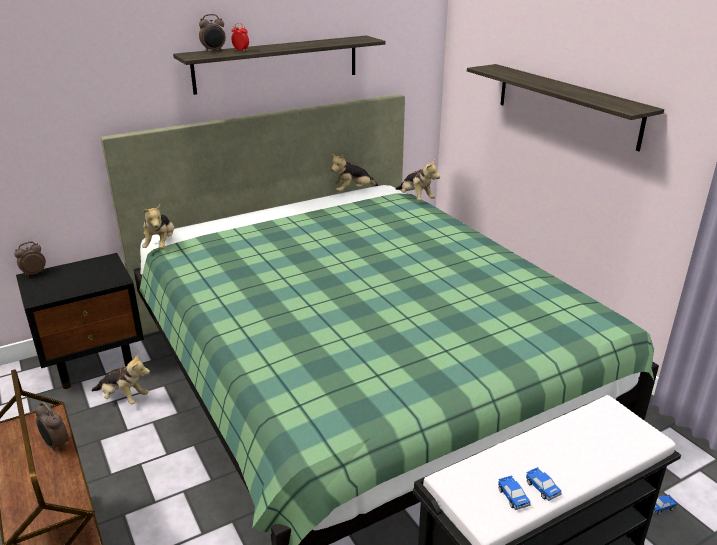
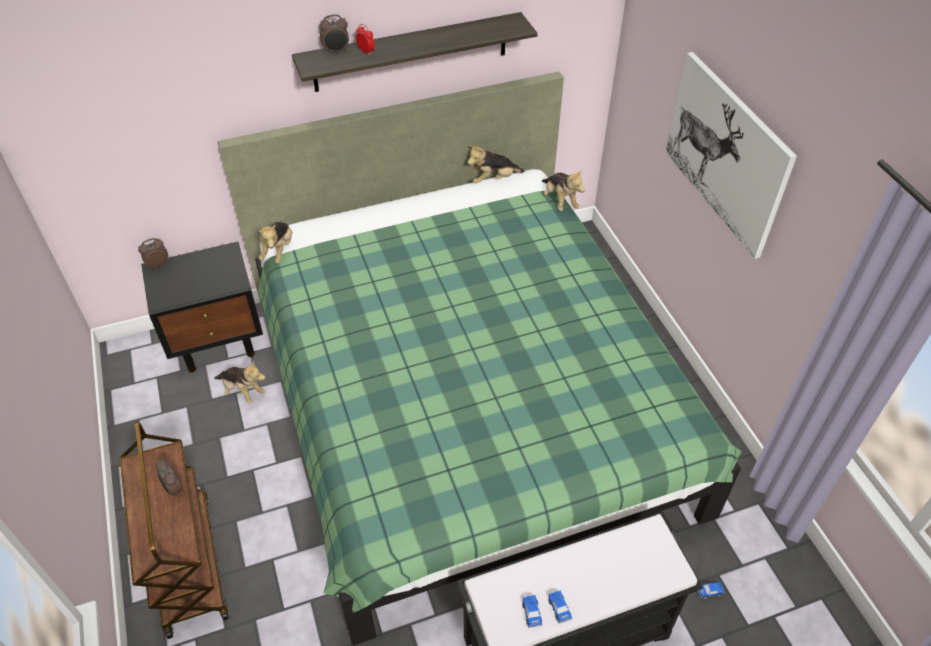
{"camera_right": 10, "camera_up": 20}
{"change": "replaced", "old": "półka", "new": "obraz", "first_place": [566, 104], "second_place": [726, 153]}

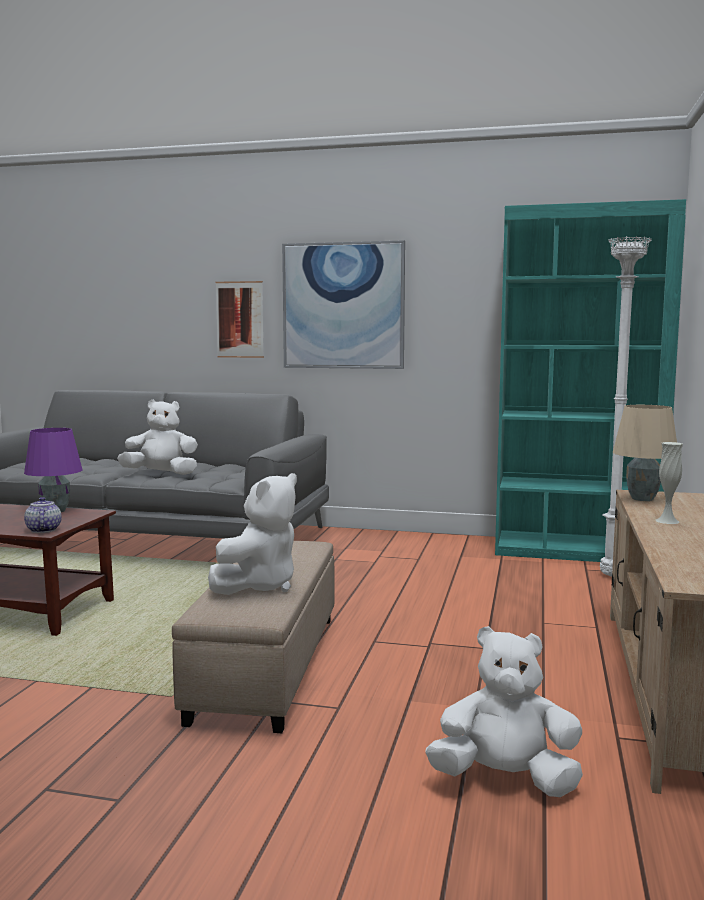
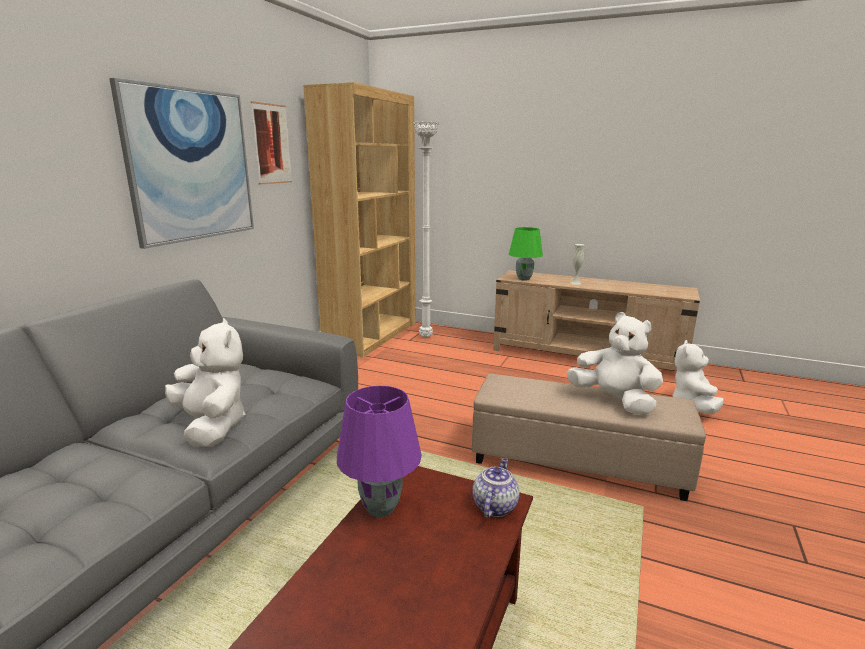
{"camera_right": -80, "camera_up": 10}
{"change": "moved", "old": "obraz", "first_place": [240, 319], "second_place": [272, 144]}
{"change": "recoloured", "old": "regał [turkusowy]", "new": "regał [brązowy]", "first_place": [576, 551], "second_place": [372, 335]}
{"change": "recoloured", "old": "lampa stołowa [beżowy]", "new": "lampa stołowa [zielony]", "first_place": [643, 499], "second_place": [524, 279]}
{"change": "turned", "old": "imbryk", "first_place": [43, 530], "second_place": [494, 506], "degrees": 120}
{"change": "turned", "old": "pluszak [biały]", "first_place": [161, 474], "second_place": [212, 426], "degrees": 135}

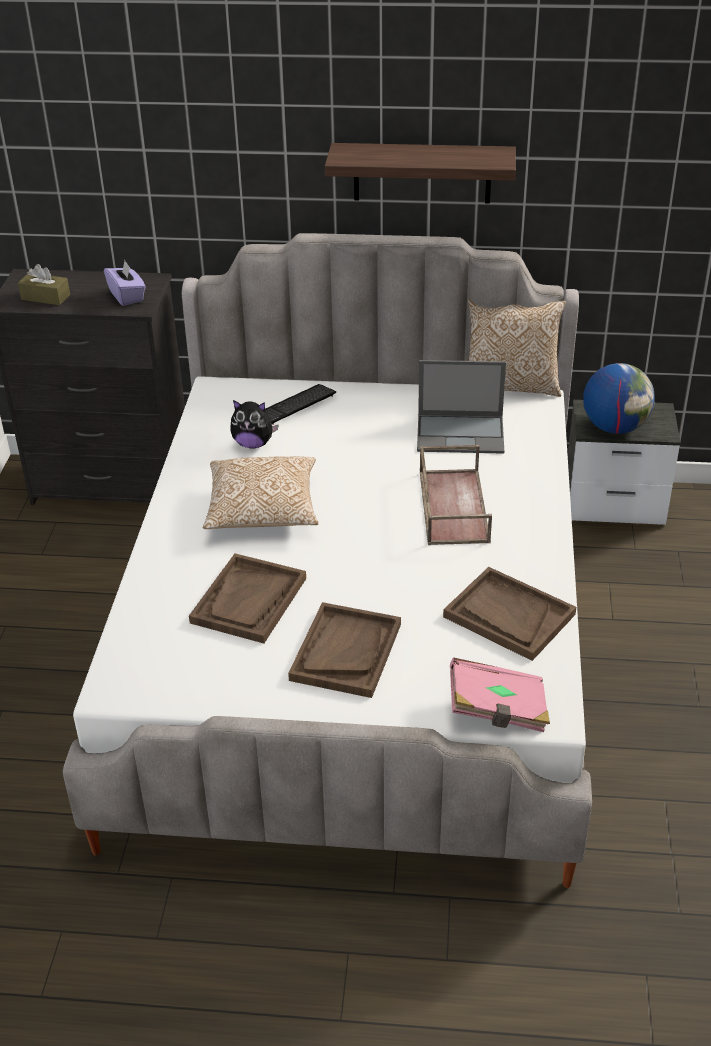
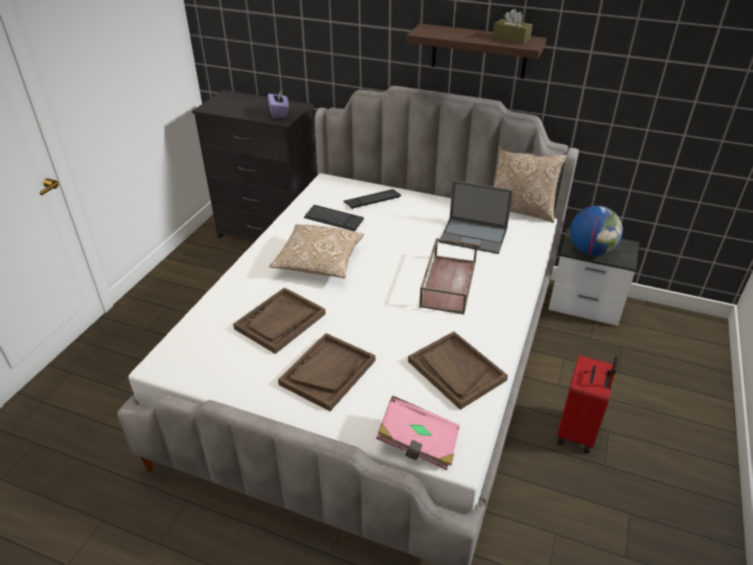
{"camera_right": 15, "camera_up": 0}
{"change": "added", "new": "walizka [czerwony]", "second_place": [578, 432]}
{"change": "moved", "old": "pudełko chusteczek [brązowy]", "first_place": [45, 297], "second_place": [511, 38]}
{"change": "replaced", "old": "pluszak", "new": "klawiatura", "first_place": [253, 444], "second_place": [334, 219]}

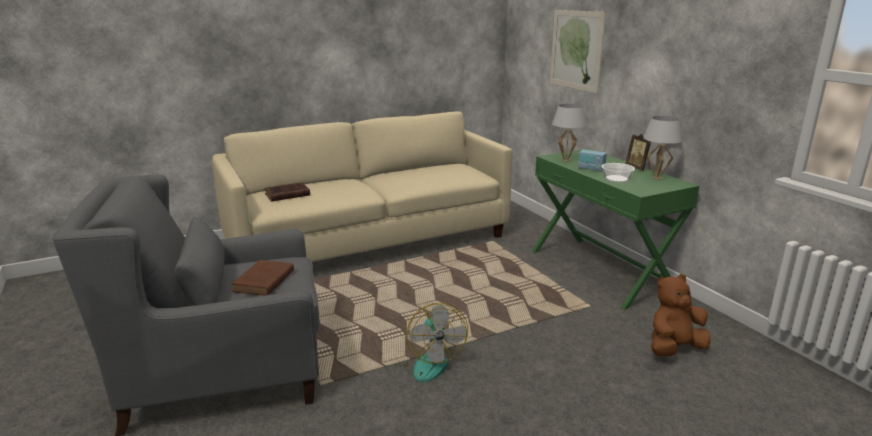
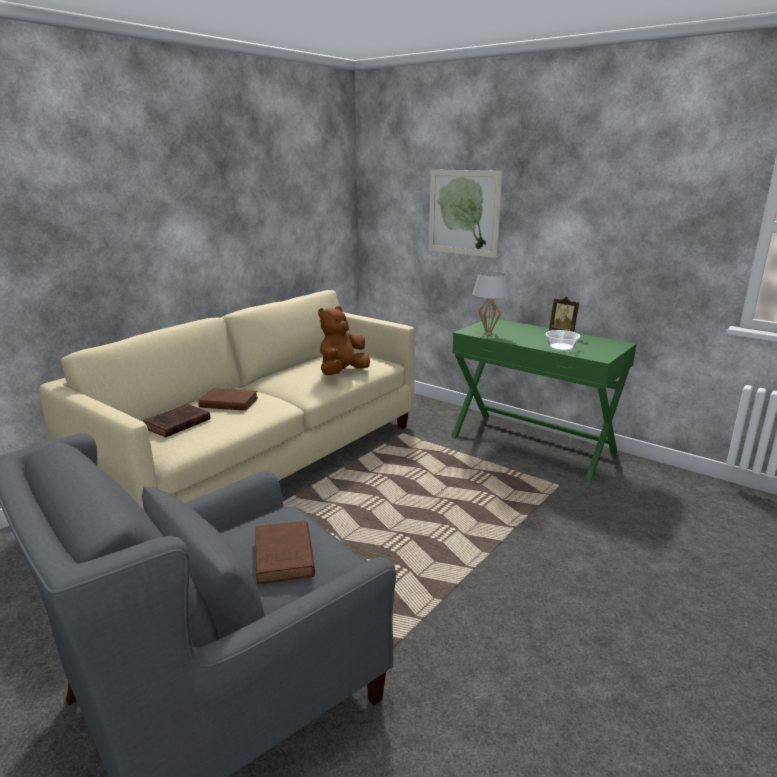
{"camera_right": -25, "camera_up": 0}
{"change": "removed", "old": "wentylator", "first_place": [427, 362]}
{"change": "removed", "old": "radio", "first_place": [591, 169]}
{"change": "removed", "old": "lampa stołowa [biały]", "first_place": [656, 178]}
{"change": "added", "new": "książka [brązowy]", "second_place": [227, 403]}
{"change": "moved", "old": "pluszak [brązowy]", "first_place": [674, 348], "second_place": [342, 373]}

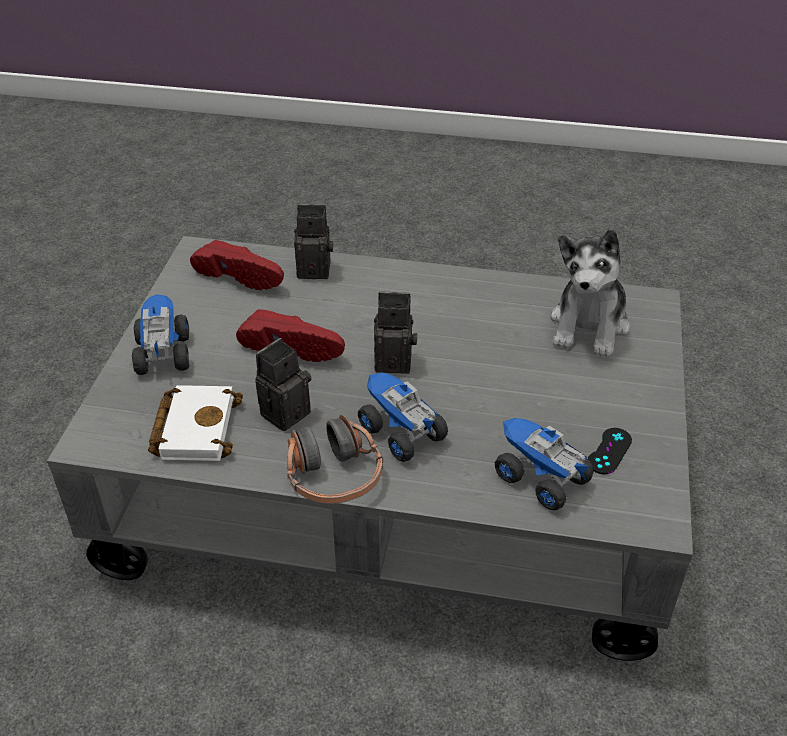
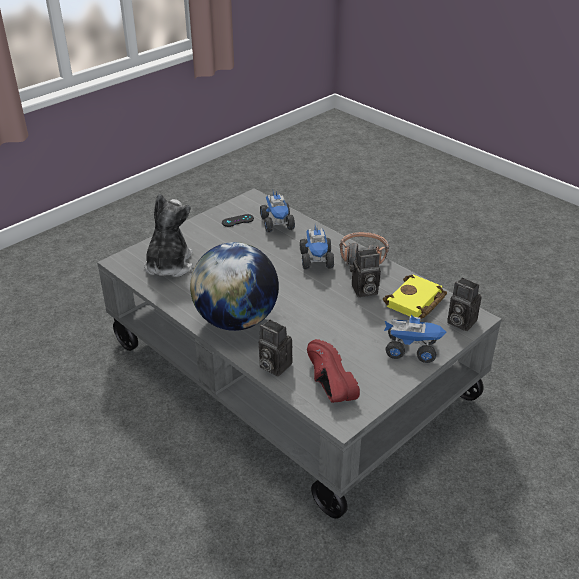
{"camera_right": -145, "camera_up": -5}
{"change": "removed", "old": "but [czerwony]", "first_place": [294, 346]}
{"change": "added", "new": "globus", "second_place": [236, 320]}
{"change": "moved", "old": "aparat fotograficzny", "first_place": [395, 360], "second_place": [459, 322]}
{"change": "recoloured", "old": "książka [biały]", "new": "książka [żółty]", "first_place": [194, 427], "second_place": [415, 302]}
{"change": "turned", "old": "ciężarówka zabawkowa", "first_place": [162, 353], "second_place": [412, 350], "degrees": -105}
{"change": "turned", "old": "pluszak", "first_place": [589, 326], "second_place": [169, 265], "degrees": -45}

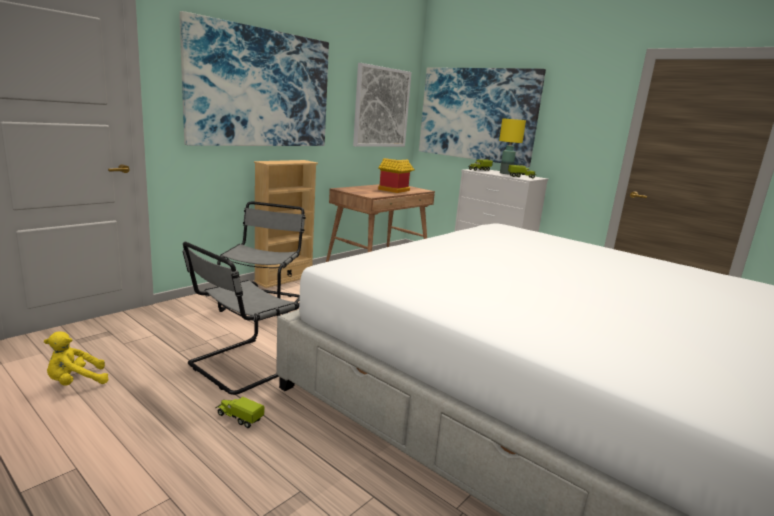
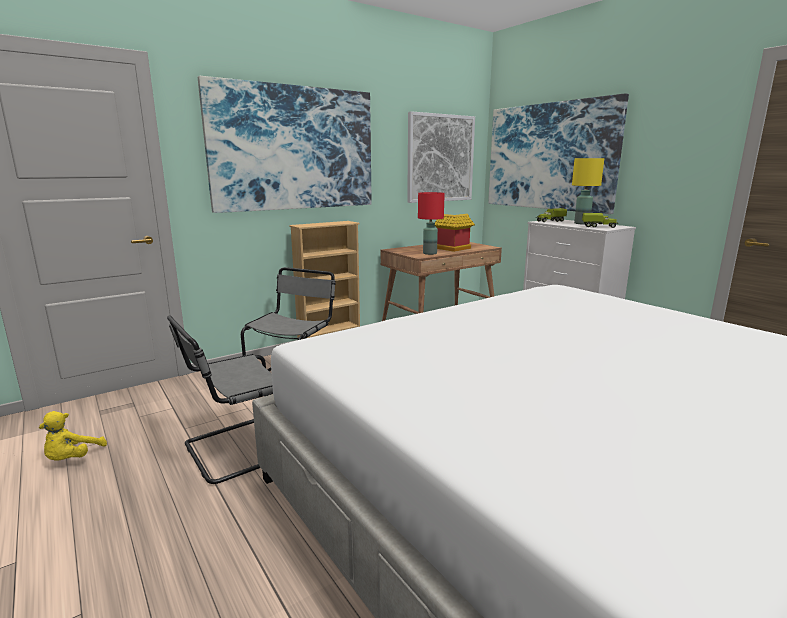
{"camera_right": 15, "camera_up": 0}
{"change": "removed", "old": "ciężarówka zabawkowa", "first_place": [239, 418]}
{"change": "added", "new": "lampa stołowa [czerwony]", "second_place": [429, 253]}
{"change": "turned", "old": "pluszak [żółty]", "first_place": [75, 382], "second_place": [72, 458], "degrees": -60}

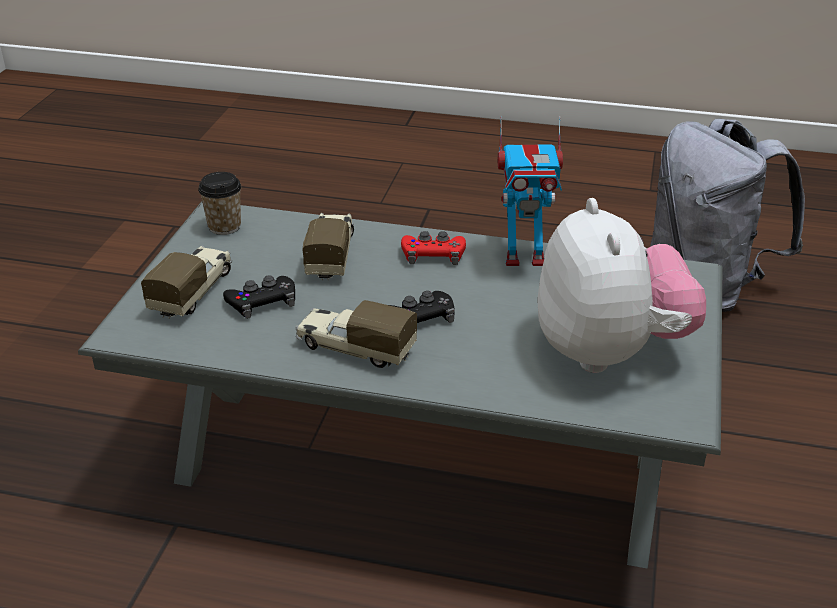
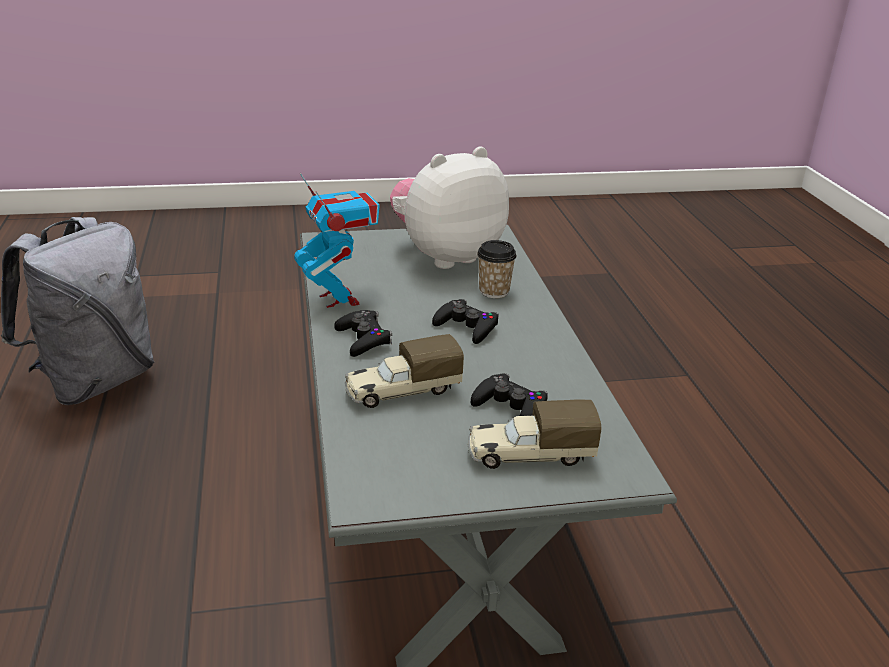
{"camera_right": -115, "camera_up": -5}
{"change": "removed", "old": "ciężarówka zabawkowa", "first_place": [354, 348]}
{"change": "moved", "old": "filiżanka", "first_place": [224, 226], "second_place": [494, 291]}
{"change": "recoloured", "old": "pad do gier [czerwony]", "new": "pad do gier [czarny]", "first_place": [433, 254], "second_place": [363, 339]}

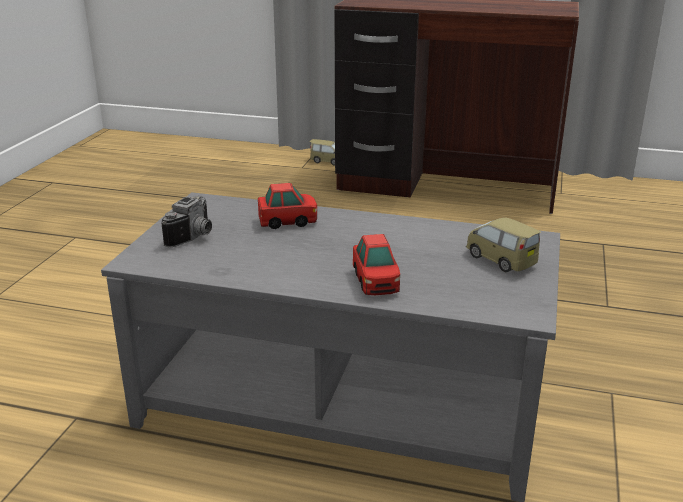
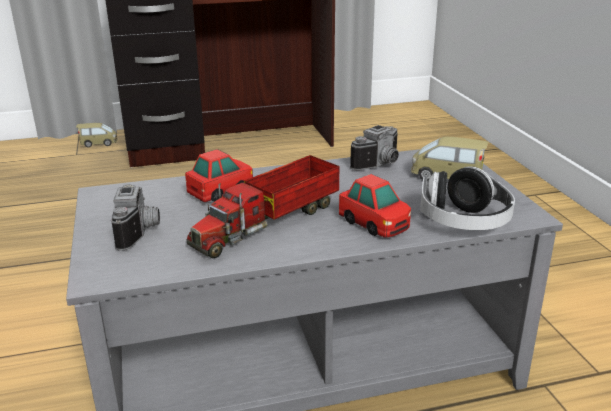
{"camera_right": -30, "camera_up": 0}
{"change": "added", "new": "ciężarówka zabawkowa", "second_place": [270, 222]}
{"change": "added", "new": "aparat fotograficzny", "second_place": [381, 164]}
{"change": "added", "new": "słuchawki", "second_place": [463, 222]}

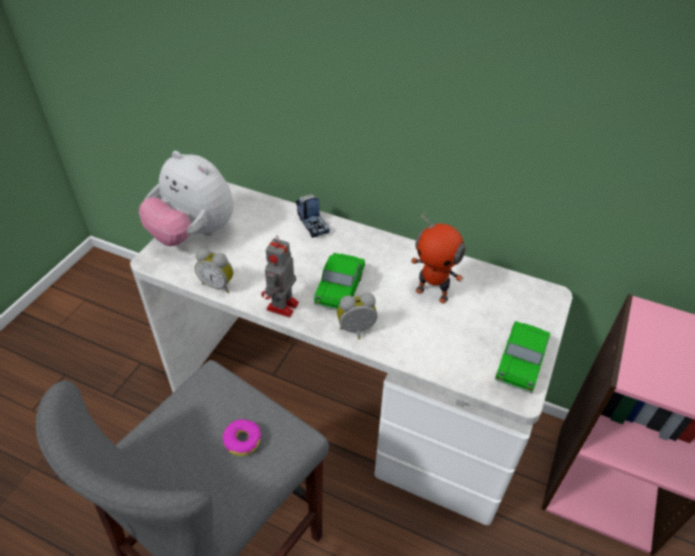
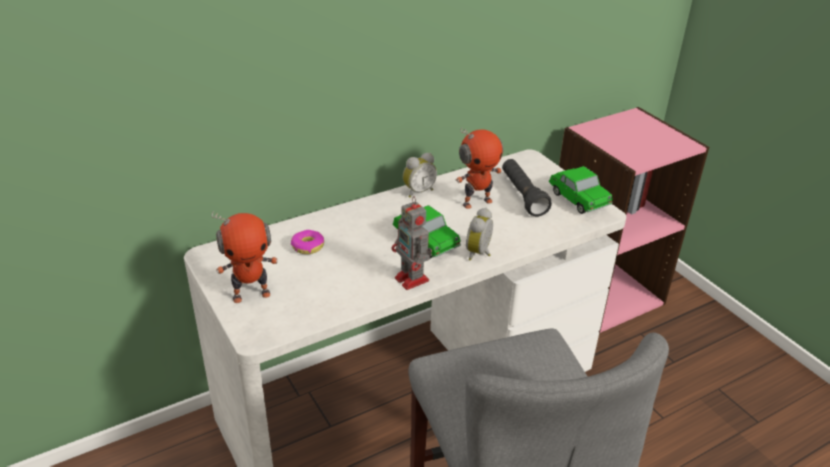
{"camera_right": -55, "camera_up": -10}
{"change": "removed", "old": "ciężarówka zabawkowa", "first_place": [313, 224]}
{"change": "added", "new": "latarka [czarny]", "second_place": [522, 196]}
{"change": "moved", "old": "budzik", "first_place": [218, 284], "second_place": [418, 191]}
{"change": "moved", "old": "donut", "first_place": [242, 440], "second_place": [307, 246]}
{"change": "replaced", "old": "pluszak", "new": "robot zabawkowy", "first_place": [193, 234], "second_place": [251, 294]}

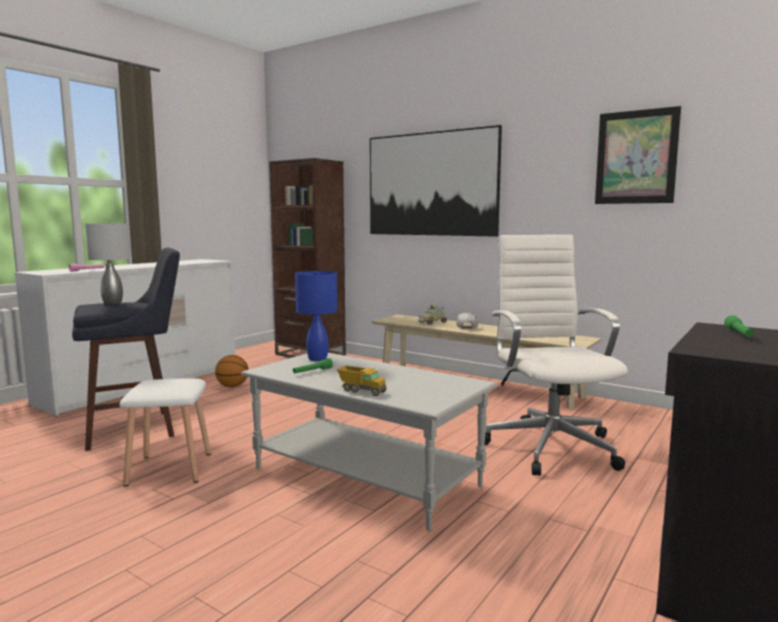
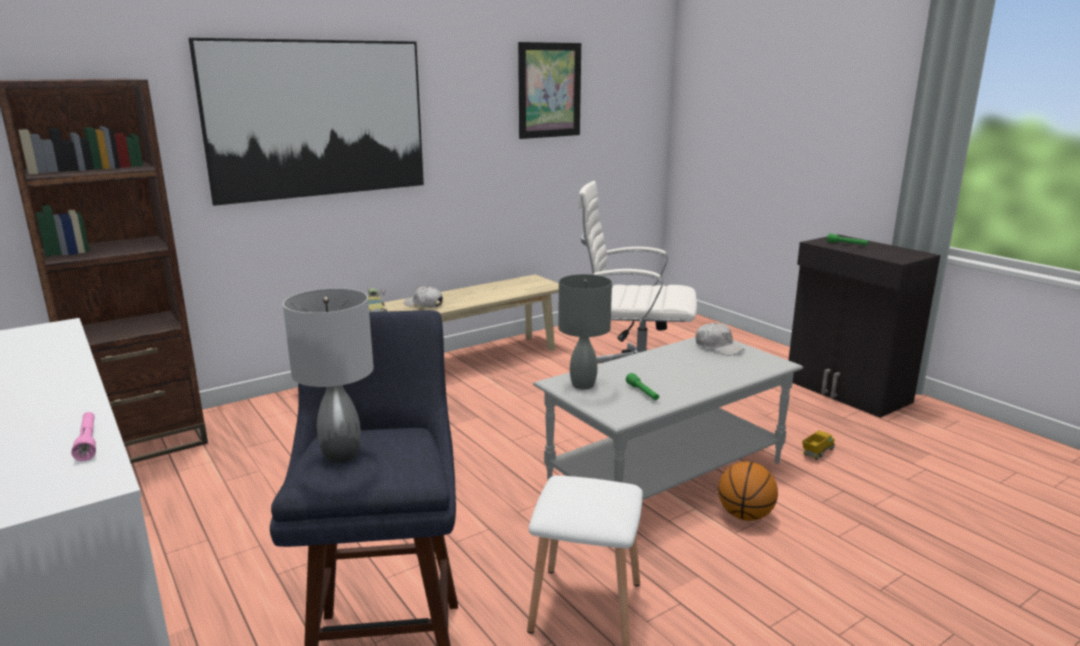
{"camera_right": -70, "camera_up": 10}
{"change": "added", "new": "czapka z daszkiem [biały]", "second_place": [718, 347]}
{"change": "moved", "old": "piłka do koszykówki", "first_place": [232, 386], "second_place": [744, 515]}
{"change": "moved", "old": "ciężarówka zabawkowa", "first_place": [361, 391], "second_place": [817, 453]}
{"change": "recoloured", "old": "lampa stołowa [niebieski]", "new": "lampa stołowa [szary]", "first_place": [317, 358], "second_place": [582, 385]}

